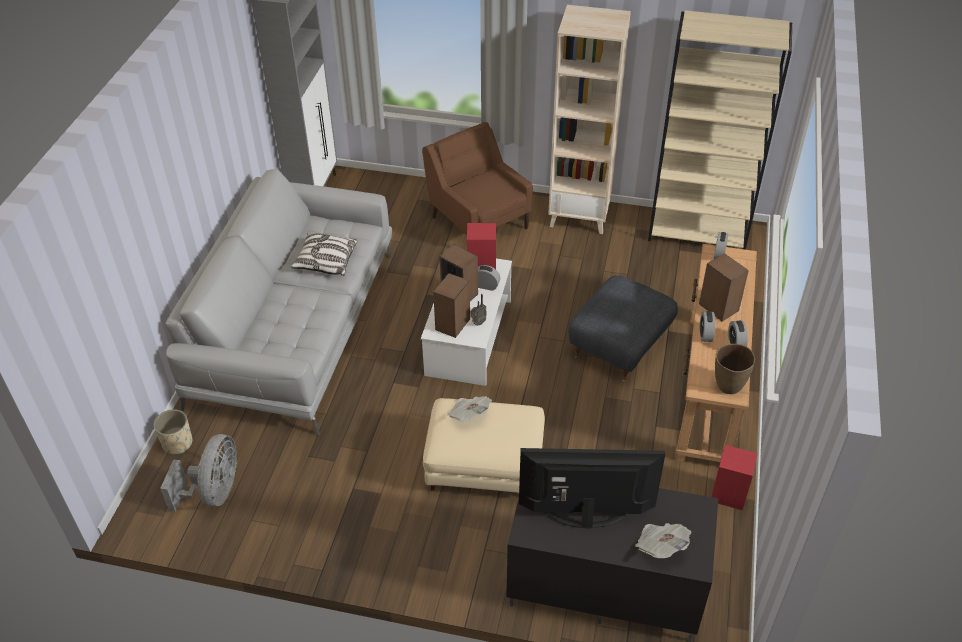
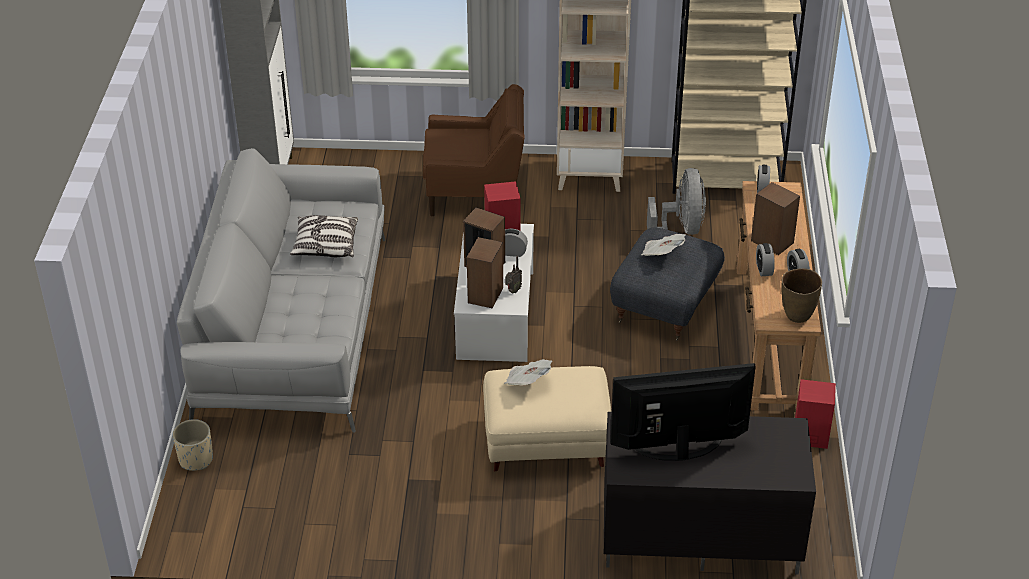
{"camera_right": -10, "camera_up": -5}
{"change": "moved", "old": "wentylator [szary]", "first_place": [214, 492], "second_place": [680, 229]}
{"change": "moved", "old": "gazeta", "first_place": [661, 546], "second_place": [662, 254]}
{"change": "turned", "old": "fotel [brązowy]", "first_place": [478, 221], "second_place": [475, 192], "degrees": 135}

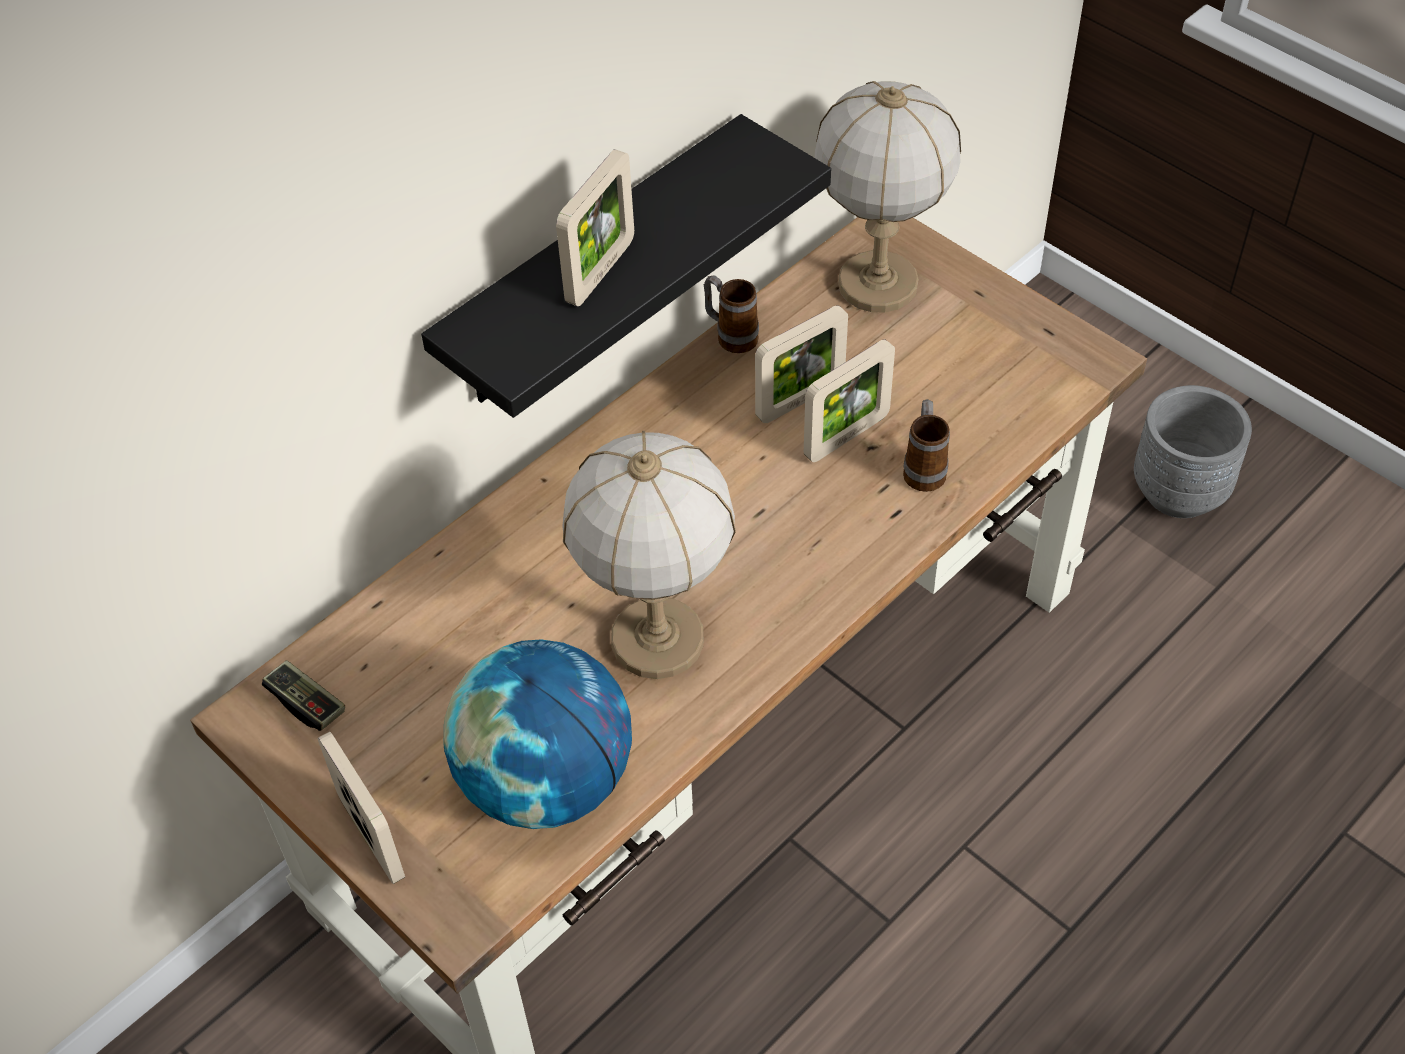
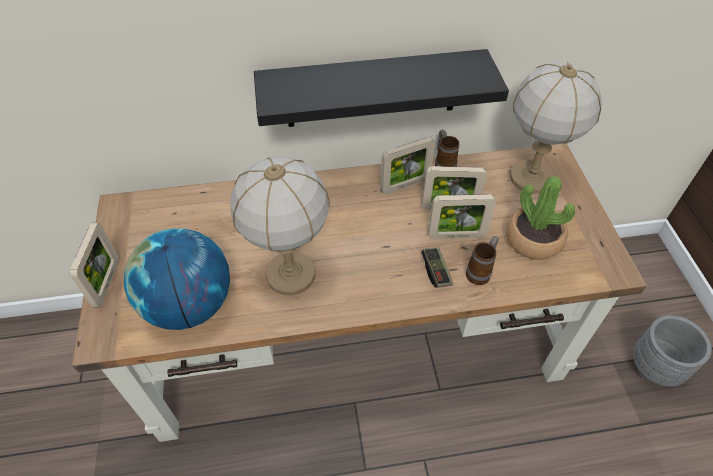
{"camera_right": 35, "camera_up": 0}
{"change": "added", "new": "roślina doniczkowa", "second_place": [533, 239]}
{"change": "moved", "old": "pad do gier", "first_place": [306, 703], "second_place": [436, 271]}
{"change": "moved", "old": "ramka na zdjęcie", "first_place": [600, 272], "second_place": [405, 185]}

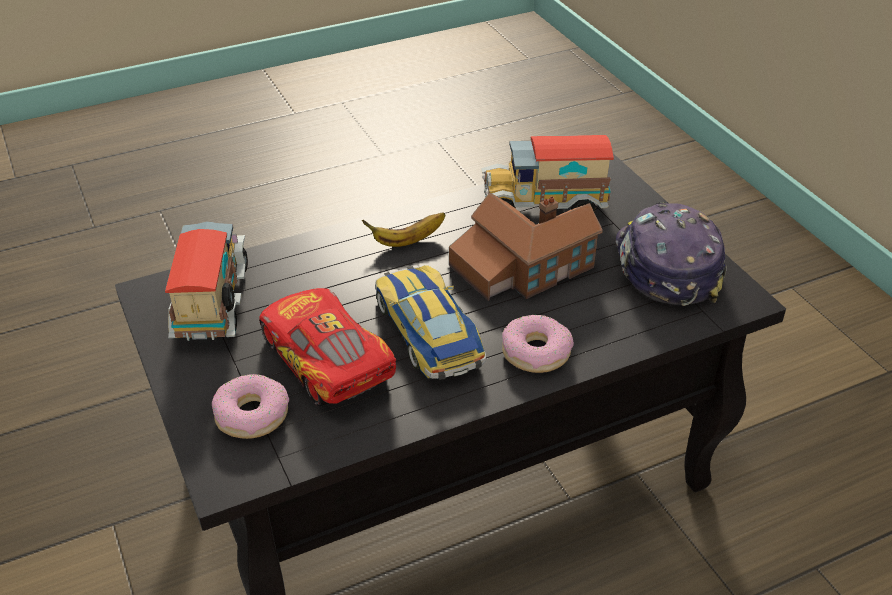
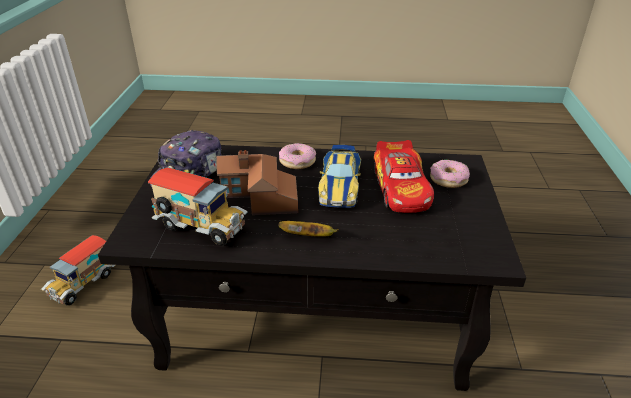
{"camera_right": -150, "camera_up": -5}
{"change": "moved", "old": "ciężarówka zabawkowa", "first_place": [215, 306], "second_place": [83, 284]}

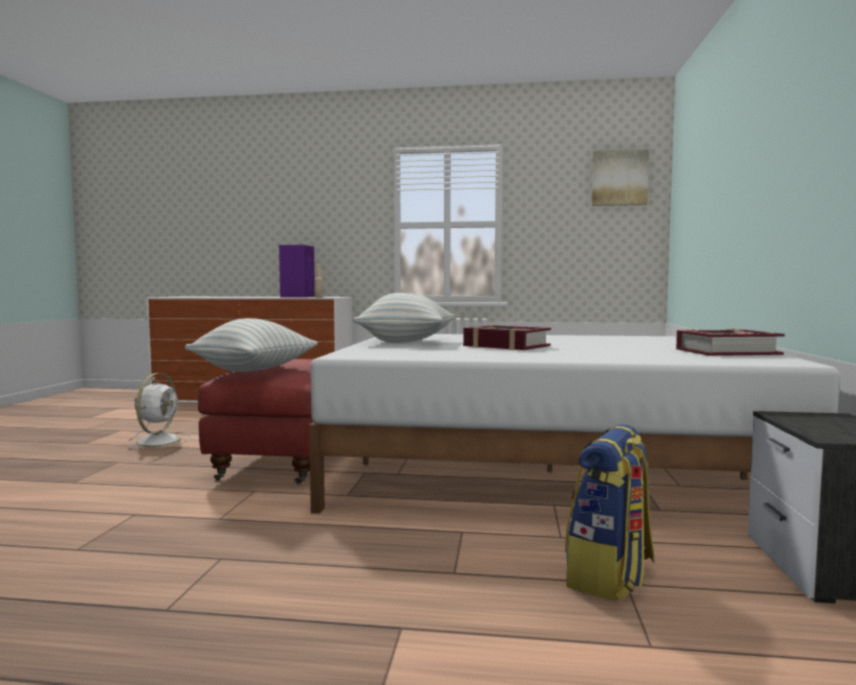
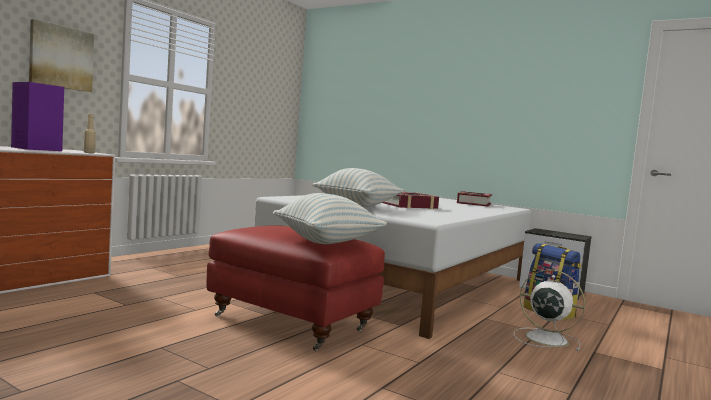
{"camera_right": -65, "camera_up": 0}
{"change": "moved", "old": "wentylator [biały]", "first_place": [159, 440], "second_place": [544, 338]}
{"change": "moved", "old": "obraz", "first_place": [619, 178], "second_place": [61, 57]}

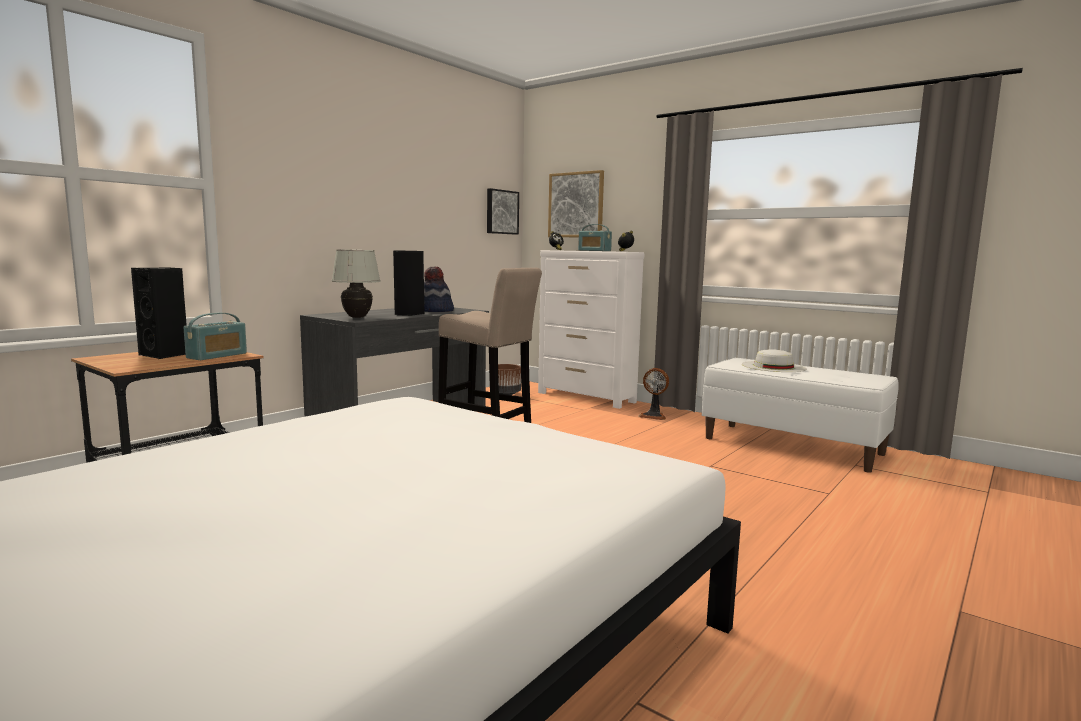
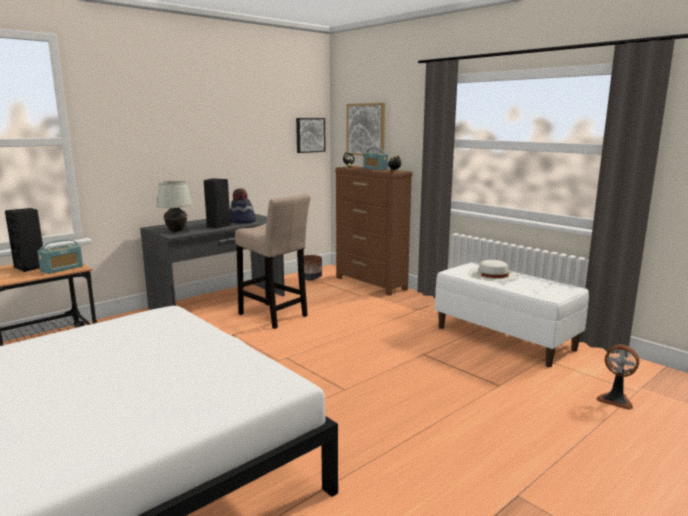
{"camera_right": 10, "camera_up": 5}
{"change": "moved", "old": "wentylator", "first_place": [653, 416], "second_place": [615, 400]}
{"change": "recoloured", "old": "komoda [biały]", "new": "komoda [brązowy]", "first_place": [586, 397], "second_place": [371, 284]}

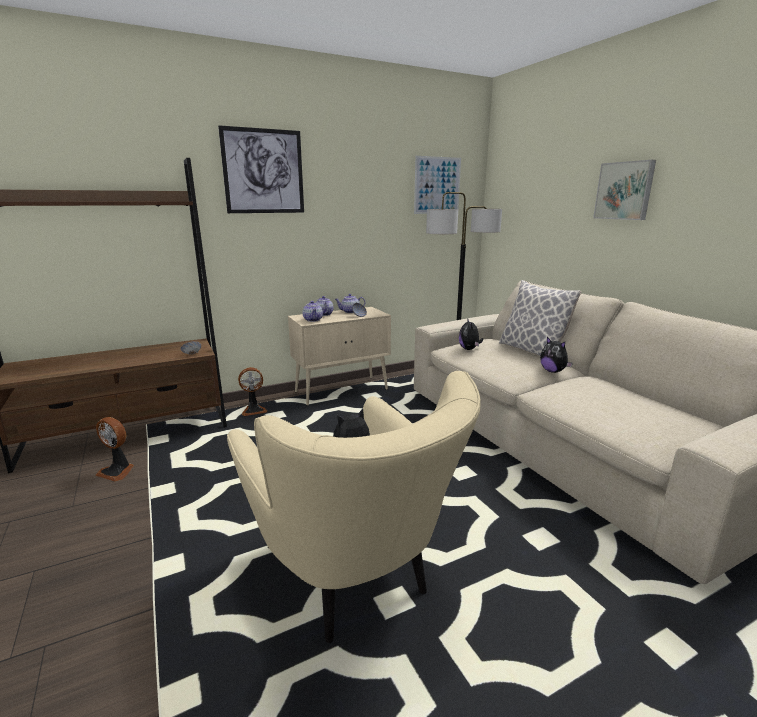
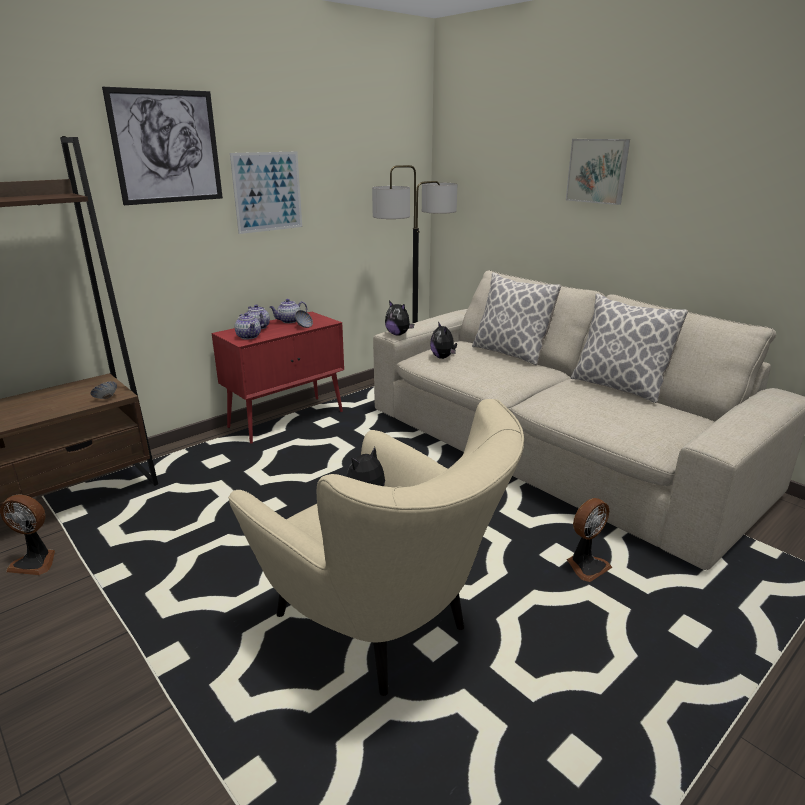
{"camera_right": -15, "camera_up": 5}
{"change": "added", "new": "poduszka", "second_place": [618, 387]}
{"change": "moved", "old": "wentylator", "first_place": [254, 410], "second_place": [586, 566]}
{"change": "moved", "old": "obraz", "first_place": [437, 185], "second_place": [267, 192]}
{"change": "moved", "old": "pluszak", "first_place": [553, 371], "second_place": [398, 334]}
{"change": "recoloured", "old": "szafka [beżowy]", "new": "szafka [czerwony]", "first_place": [342, 390], "second_place": [287, 419]}

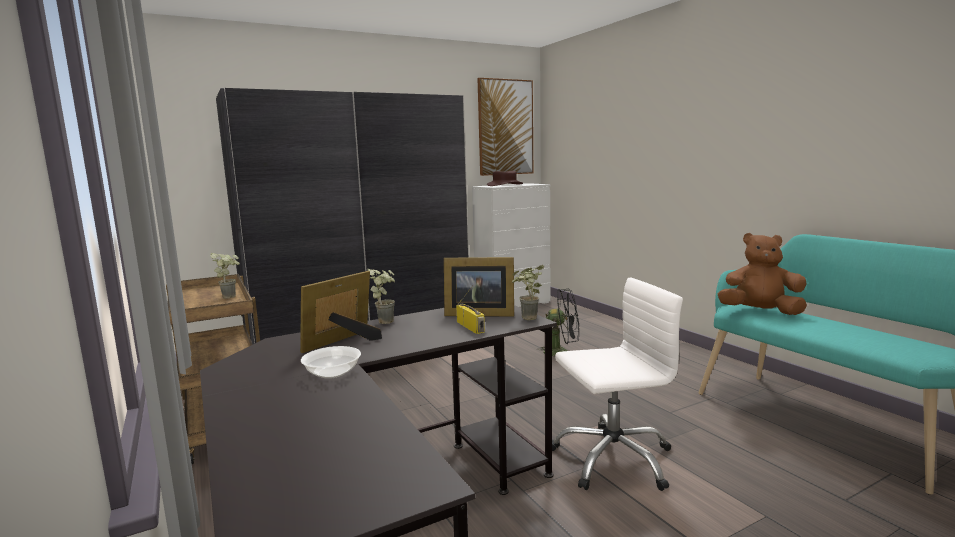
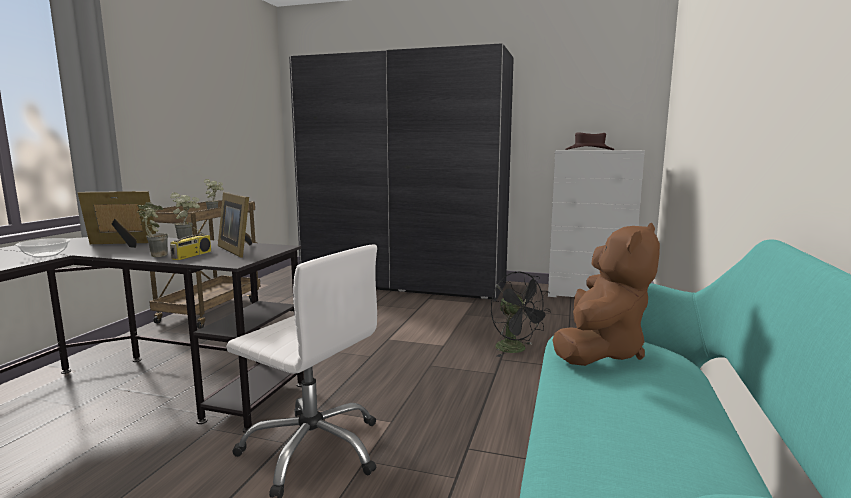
{"camera_right": 45, "camera_up": 0}
{"change": "removed", "old": "obraz", "first_place": [505, 127]}
{"change": "moved", "old": "roślina doniczkowa", "first_place": [527, 319], "second_place": [154, 256]}
{"change": "turned", "old": "pluszak [brązowy]", "first_place": [760, 312], "second_place": [599, 351], "degrees": 60}

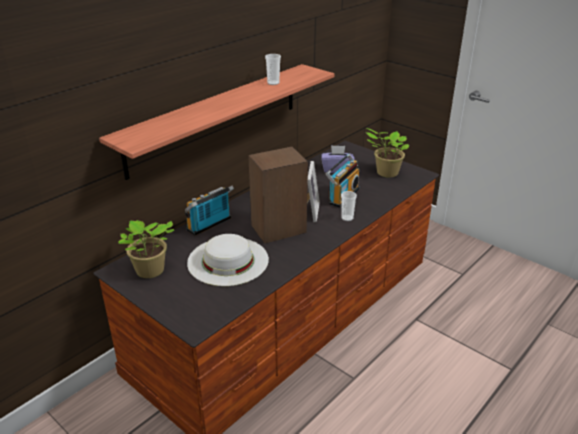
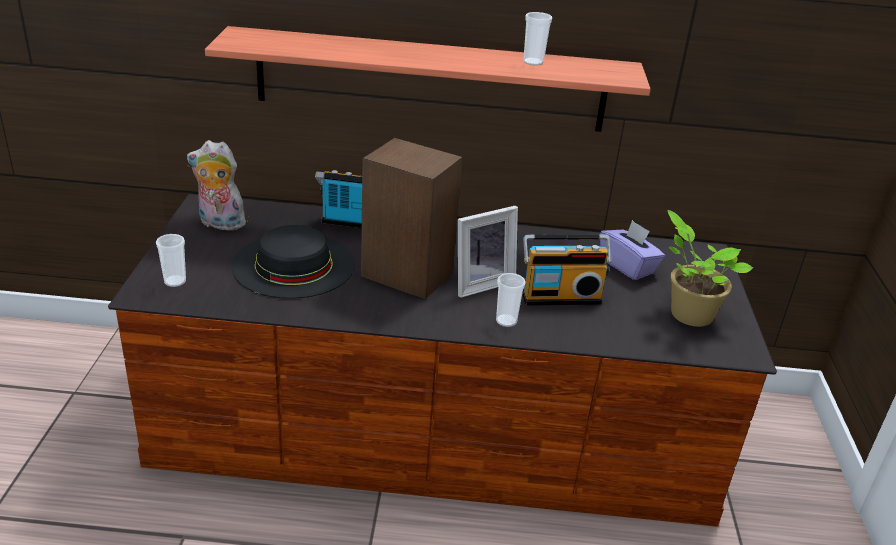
{"camera_right": 50, "camera_up": 0}
{"change": "added", "new": "filiżanka", "second_place": [175, 281]}
{"change": "replaced", "old": "roślina doniczkowa", "new": "pluszak", "first_place": [149, 272], "second_place": [219, 224]}
{"change": "recoloured", "old": "kapelusz [biały]", "new": "kapelusz [czarny]", "first_place": [228, 260], "second_place": [294, 264]}

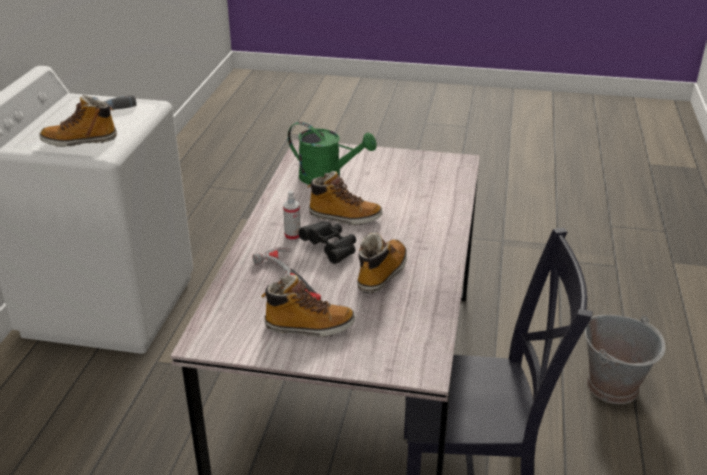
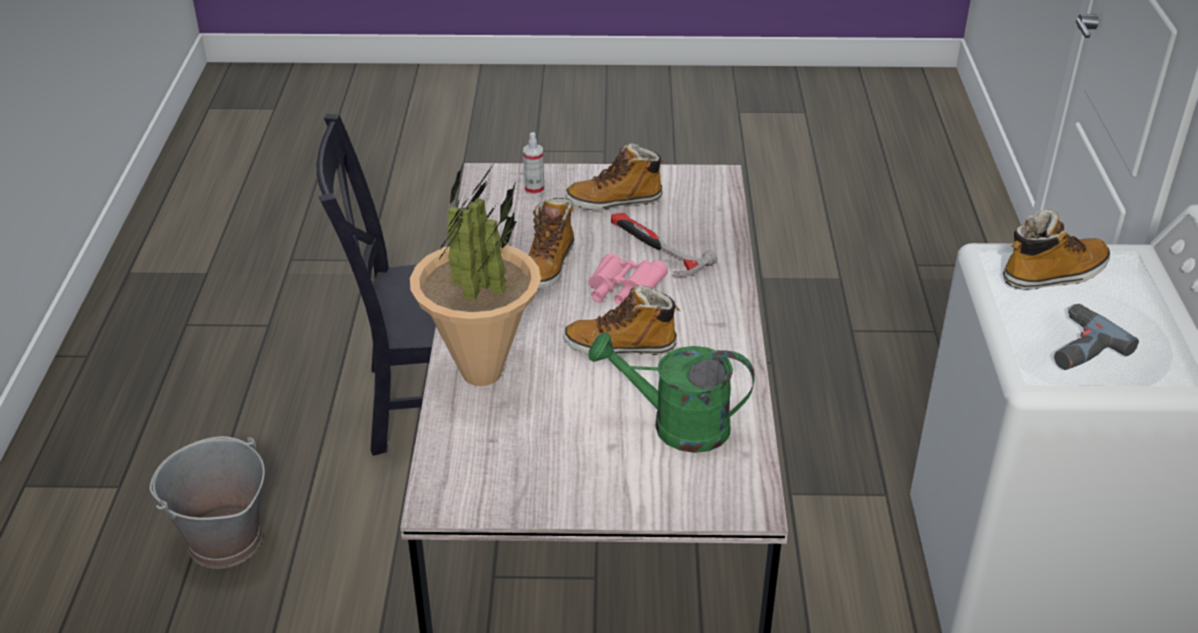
{"camera_right": 170, "camera_up": 5}
{"change": "added", "new": "roślina doniczkowa", "second_place": [481, 372]}
{"change": "moved", "old": "spryskiwacz", "first_place": [292, 236], "second_place": [534, 189]}
{"change": "recoloured", "old": "lornetka [czarny]", "new": "lornetka [różowy]", "first_place": [331, 249], "second_place": [623, 292]}

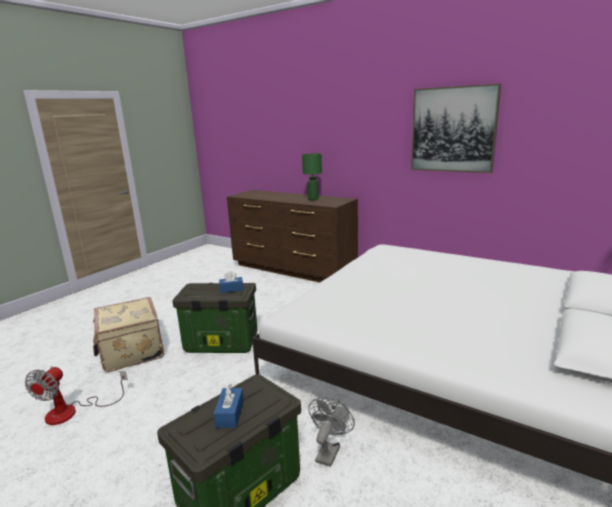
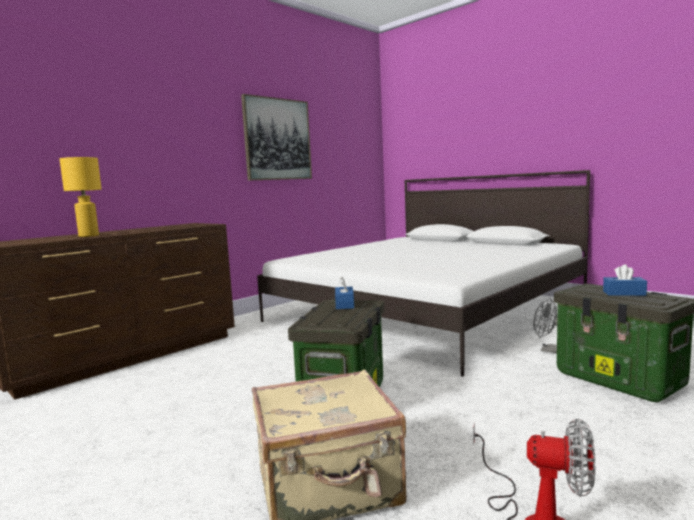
{"camera_right": -80, "camera_up": -10}
{"change": "removed", "old": "lampa stołowa [zielony]", "first_place": [313, 199]}
{"change": "added", "new": "lampa stołowa [żółty]", "second_place": [89, 236]}

